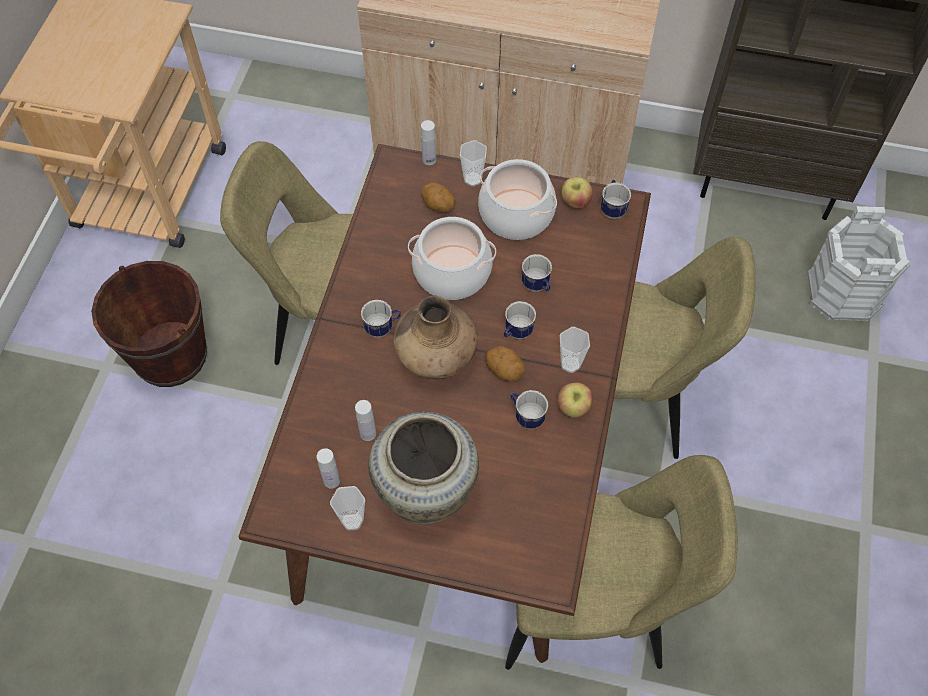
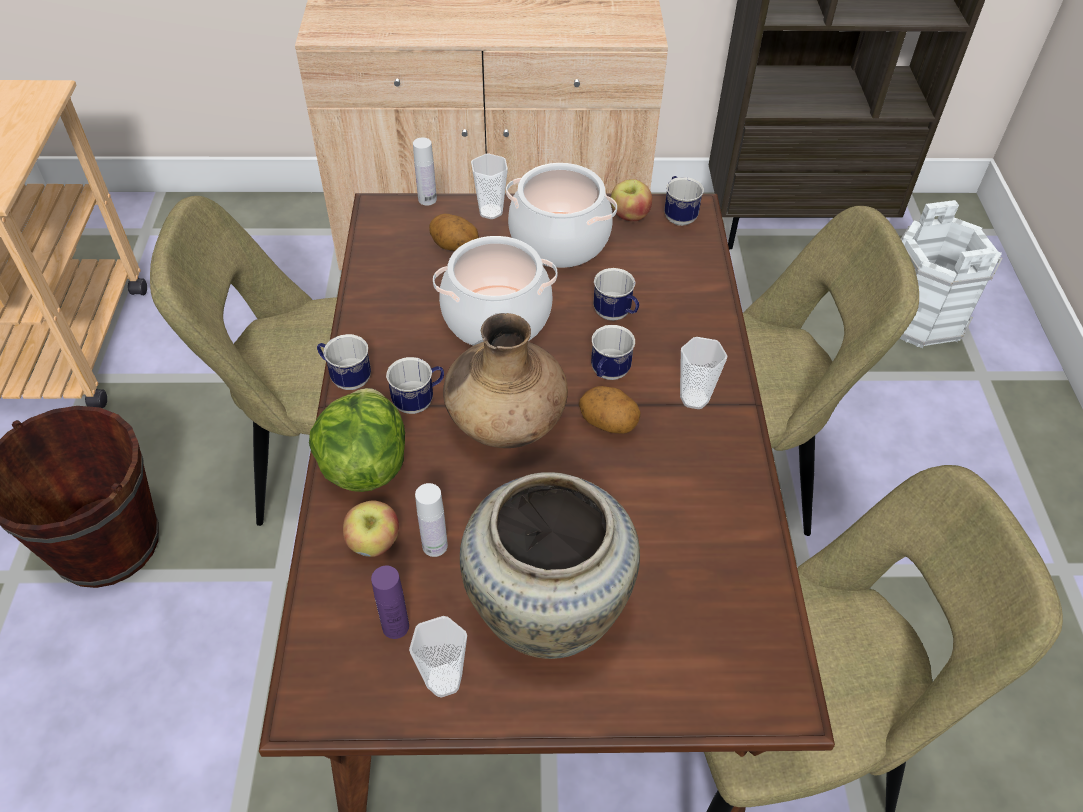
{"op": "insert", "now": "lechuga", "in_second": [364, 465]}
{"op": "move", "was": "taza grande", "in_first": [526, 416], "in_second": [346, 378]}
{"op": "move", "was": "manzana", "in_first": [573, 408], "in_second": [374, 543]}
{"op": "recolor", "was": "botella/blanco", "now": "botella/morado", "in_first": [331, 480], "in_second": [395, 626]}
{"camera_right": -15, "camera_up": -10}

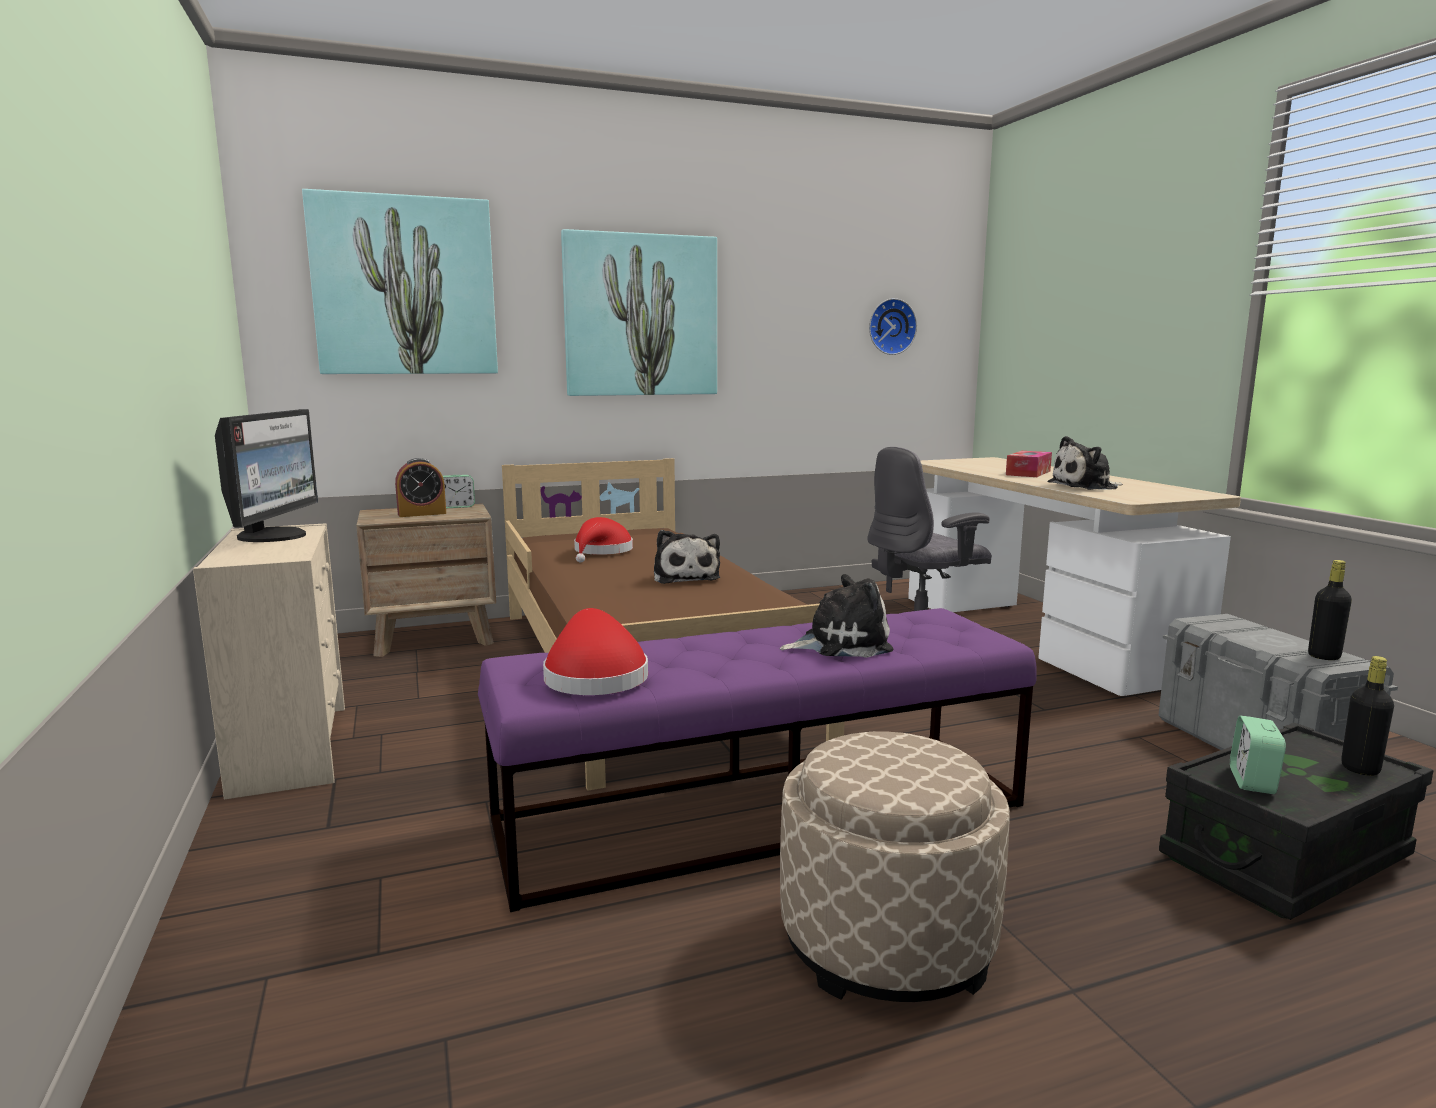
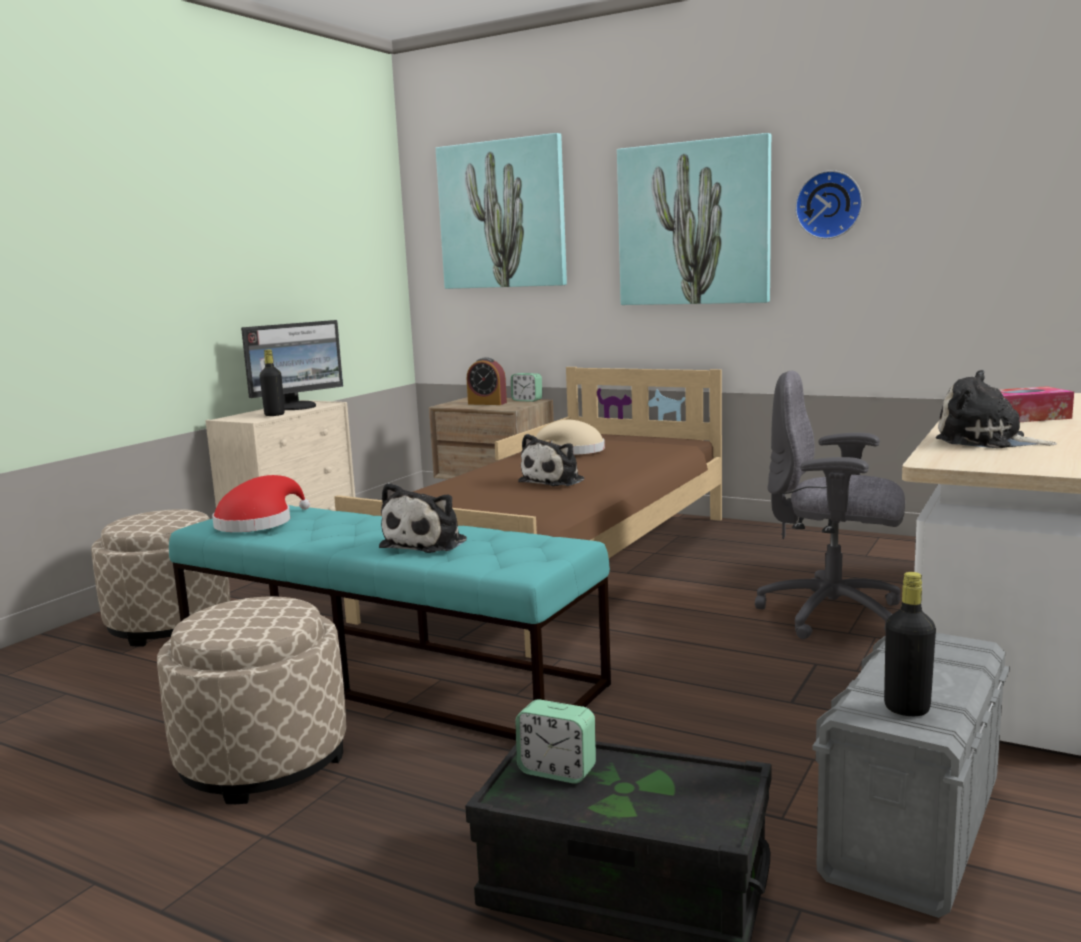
{"op": "insert", "now": "puf/beis", "in_second": [169, 623]}
{"op": "move", "was": "reloj de pared", "in_first": [890, 327], "in_second": [829, 205]}
{"op": "move", "was": "botella/negro", "in_first": [1360, 769], "in_second": [274, 415]}
{"op": "recolor", "was": "banco/morado", "now": "banco/turquesa", "in_first": [762, 812], "in_second": [388, 672]}
{"op": "recolor", "was": "sombrero/rojo", "now": "sombrero/beis", "in_first": [601, 552], "in_second": [573, 452]}
{"op": "rotate", "was": "peluche", "in_first": [841, 643], "in_second": [428, 543], "clockwise": 75}
{"op": "rotate", "was": "despertador", "in_first": [1252, 781], "in_second": [557, 771], "clockwise": -135}
{"camera_right": 50, "camera_up": 0}

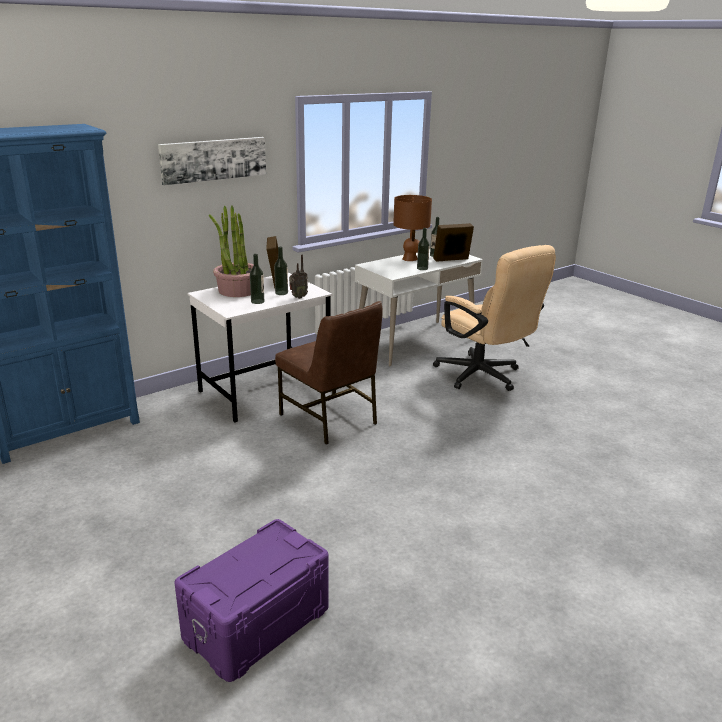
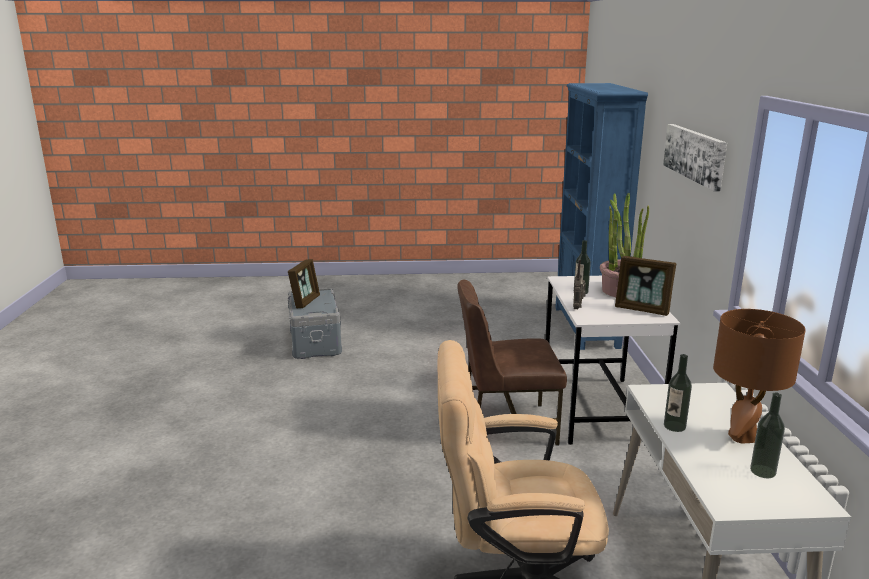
{"op": "delete", "was": "botella", "in_first": [281, 293]}
{"op": "move", "was": "portarretratos", "in_first": [451, 260], "in_second": [305, 301]}
{"op": "recolor", "was": "caja de almacenaje/morado", "now": "caja de almacenaje/gris", "in_first": [256, 623], "in_second": [316, 342]}
{"camera_right": 125, "camera_up": -5}

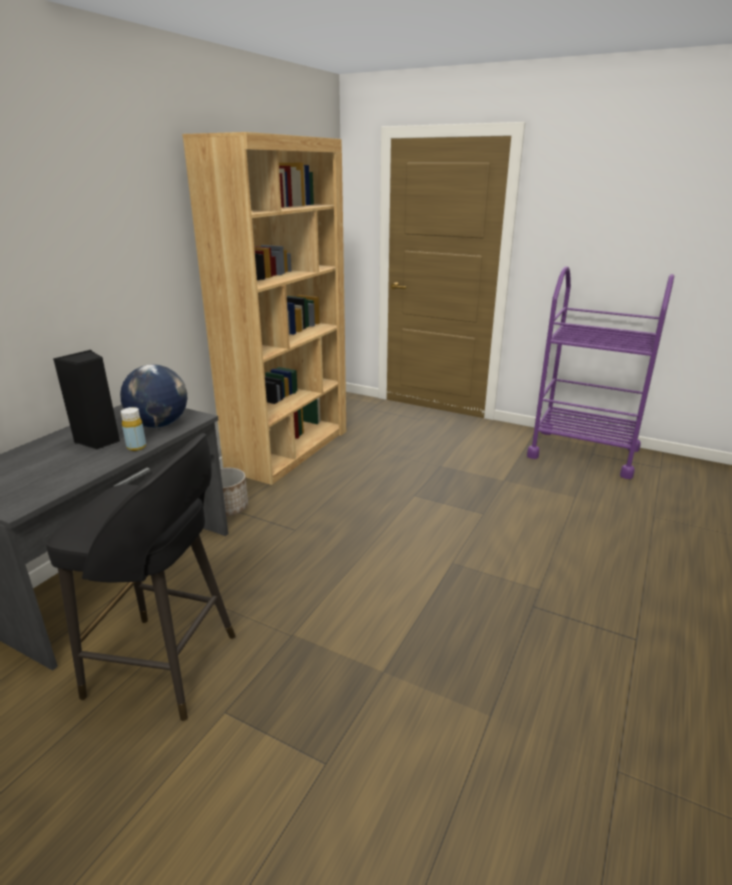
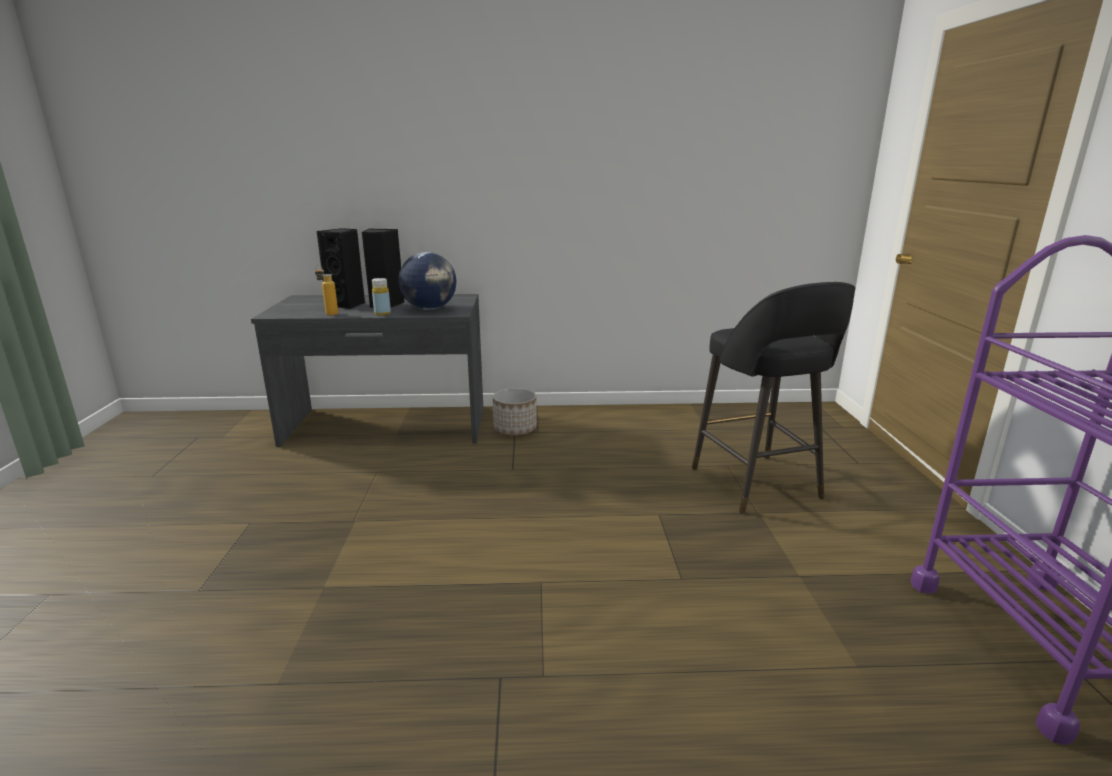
{"op": "delete", "was": "estantería/marrón", "in_first": [289, 449]}
{"op": "insert", "now": "botella", "in_second": [328, 313]}
{"op": "insert", "now": "altavoz/negro", "in_second": [347, 305]}
{"op": "move", "was": "taburete/negro", "in_first": [166, 666], "in_second": [757, 485]}
{"camera_right": 60, "camera_up": -5}

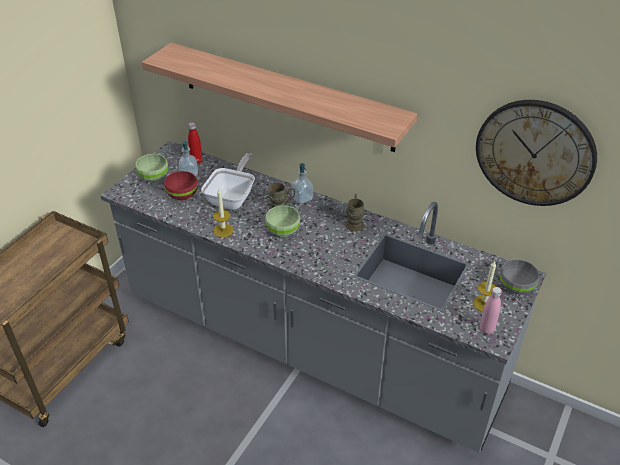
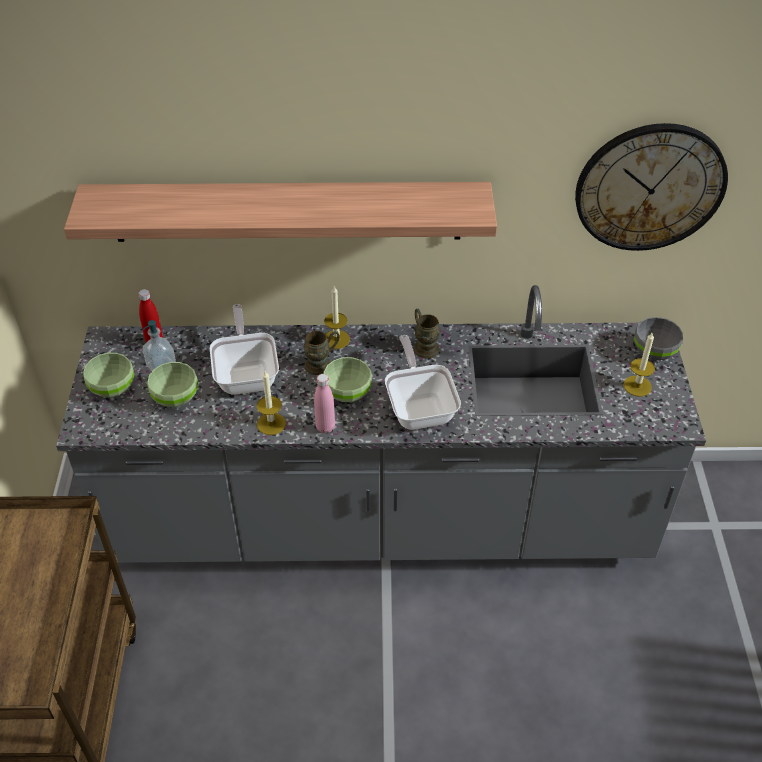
{"op": "insert", "now": "sartén", "in_second": [420, 407]}
{"op": "move", "was": "botella/rosa", "in_first": [486, 329], "in_second": [325, 427]}
{"op": "replace", "was": "dispensador de jabón", "now": "vela", "in_first": [302, 198], "in_second": [336, 339]}
{"op": "recolor", "was": "cuenco/rojo", "now": "cuenco/verde", "in_first": [183, 195], "in_second": [176, 398]}
{"camera_right": -30, "camera_up": 5}

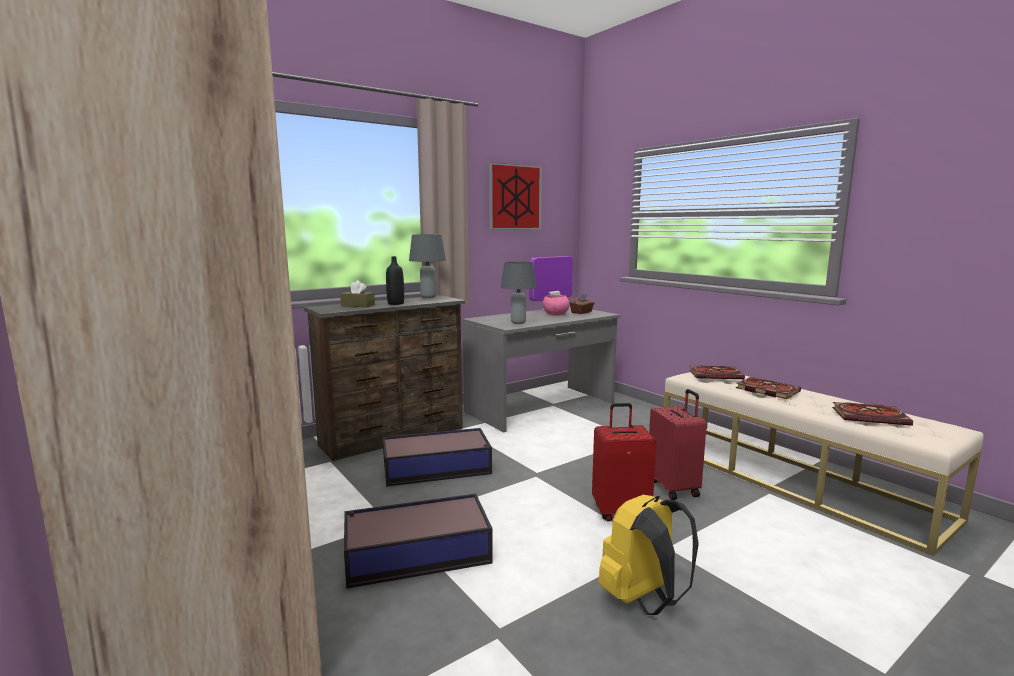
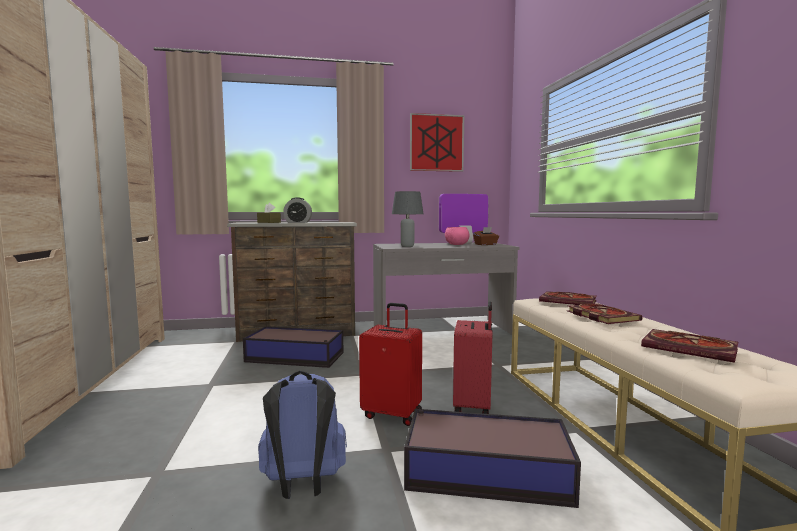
{"op": "delete", "was": "lámpara de mesa/gris", "in_first": [428, 297]}
{"op": "move", "was": "caja de almacenaje", "in_first": [415, 553], "in_second": [484, 472]}
{"op": "replace", "was": "botella/negro", "now": "despertador", "in_first": [395, 303], "in_second": [298, 222]}
{"op": "recolor", "was": "mochila/amarillo", "now": "mochila/azul", "in_first": [643, 600], "in_second": [303, 485]}
{"camera_right": 25, "camera_up": -5}

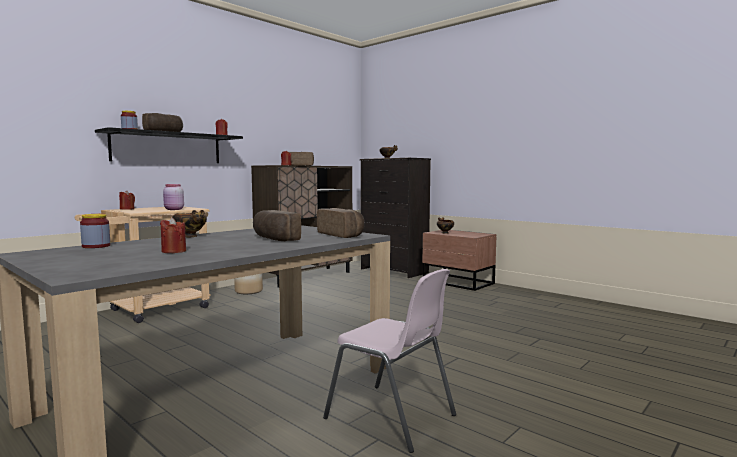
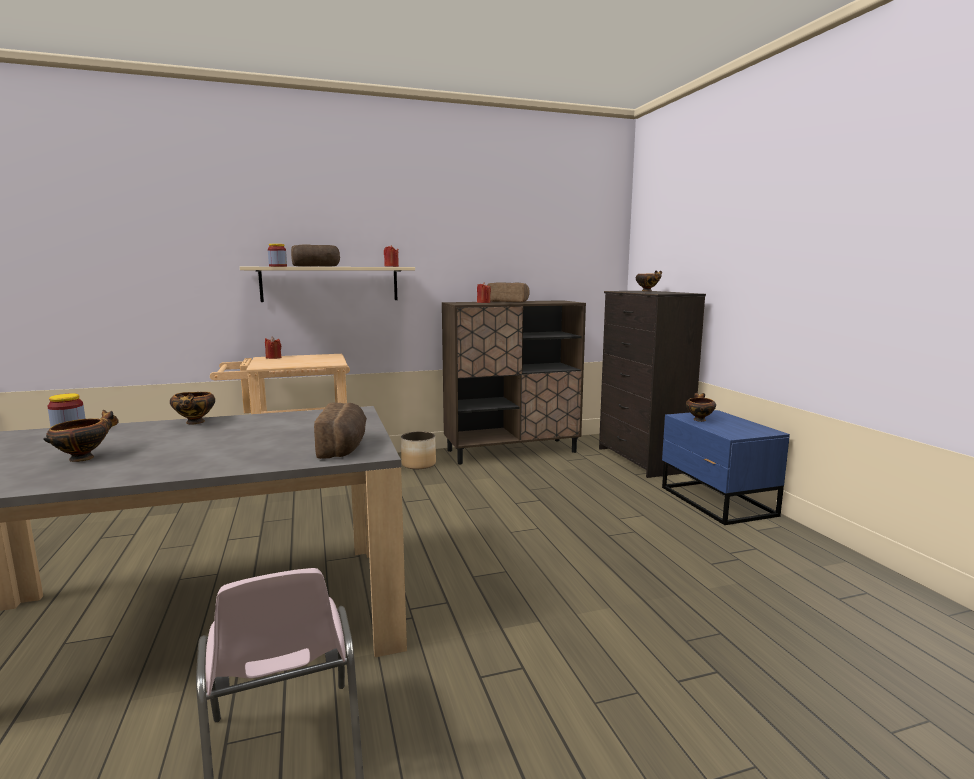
{"op": "delete", "was": "tarro/rosa", "in_first": [174, 209]}
{"op": "delete", "was": "pan", "in_first": [274, 239]}
{"op": "replace", "was": "vela/rojo", "now": "cuenco", "in_first": [174, 251], "in_second": [84, 457]}
{"op": "recolor", "was": "estante/negro", "now": "estante/beis", "in_first": [167, 148], "in_second": [330, 284]}
{"op": "recolor", "was": "mesita de noche/marrón", "now": "mesita de noche/azul", "in_first": [458, 283], "in_second": [716, 502]}
{"camera_right": 30, "camera_up": 5}

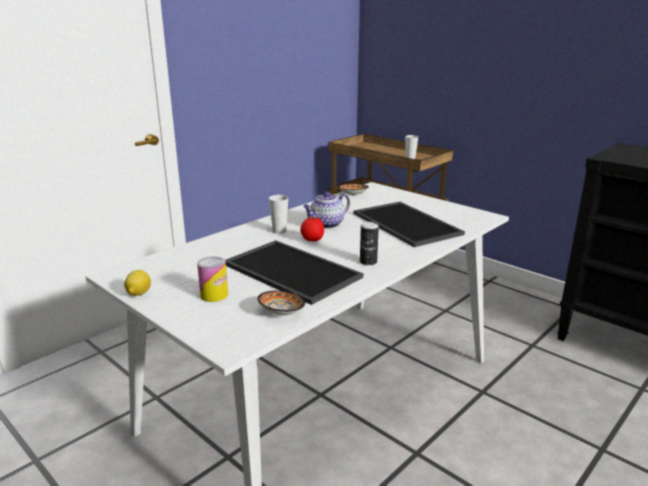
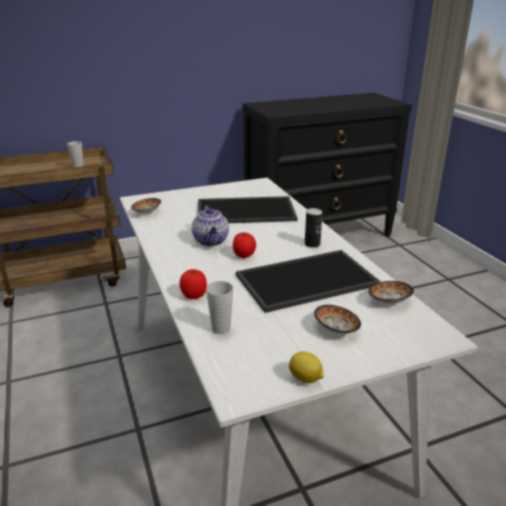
{"op": "insert", "now": "tomate", "in_second": [194, 295]}
{"op": "move", "was": "taza", "in_first": [279, 231], "in_second": [221, 328]}
{"op": "replace", "was": "lata", "now": "cuenco", "in_first": [214, 295], "in_second": [336, 329]}
{"camera_right": -65, "camera_up": 5}

